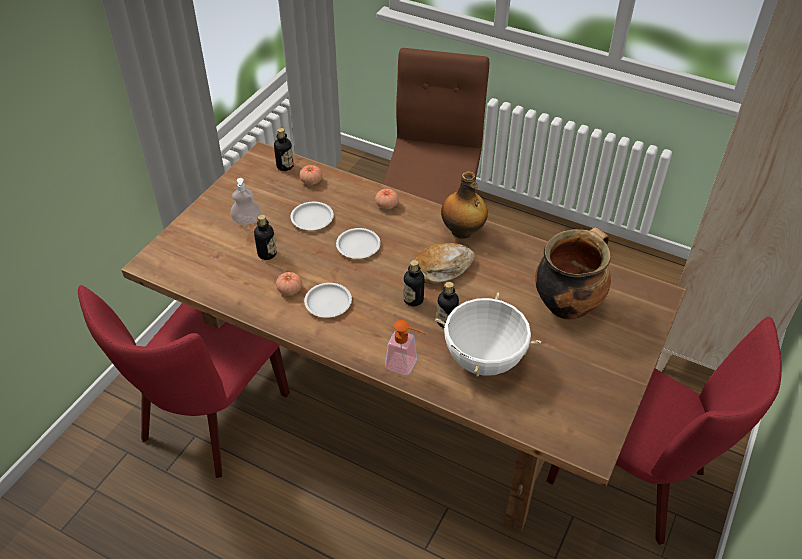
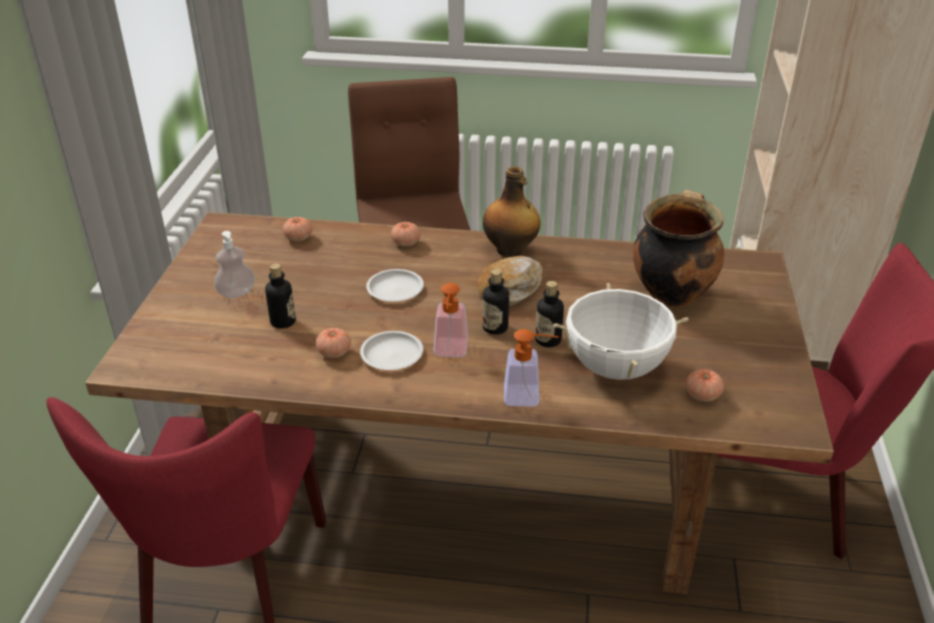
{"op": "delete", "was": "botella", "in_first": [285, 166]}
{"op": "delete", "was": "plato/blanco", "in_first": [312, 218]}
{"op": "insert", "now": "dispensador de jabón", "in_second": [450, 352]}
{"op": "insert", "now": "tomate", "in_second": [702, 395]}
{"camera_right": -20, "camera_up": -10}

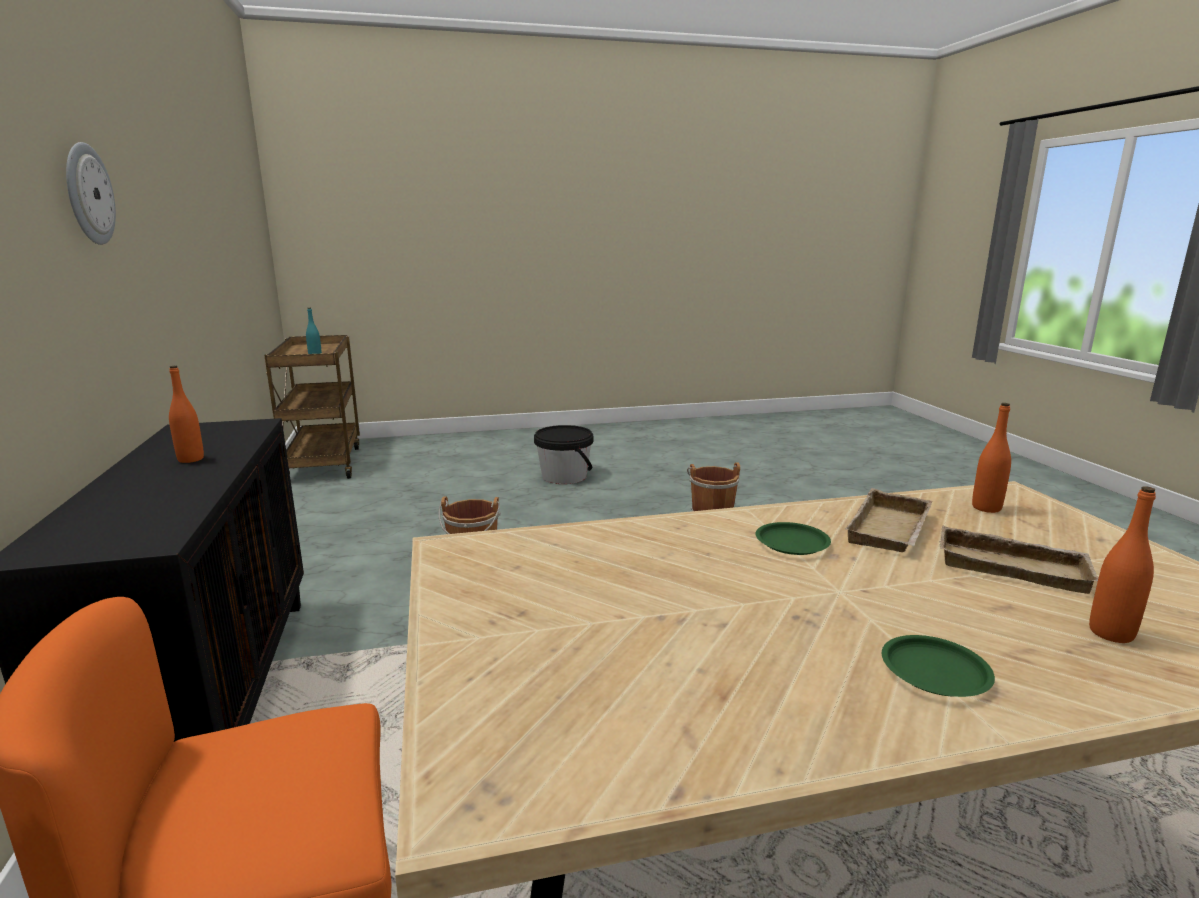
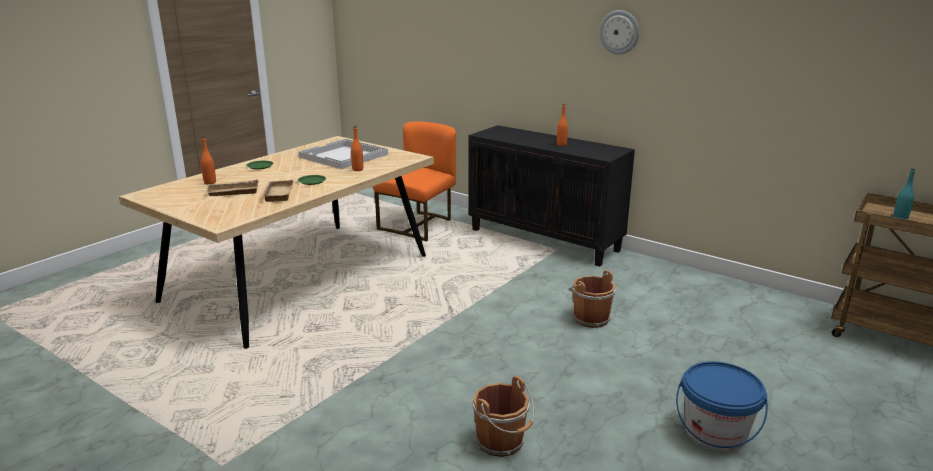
{"op": "insert", "now": "bandeja/blanco", "in_second": [343, 156]}
{"op": "move", "was": "botella/naranja", "in_first": [986, 508], "in_second": [357, 169]}
{"op": "recolor", "was": "cubo/negro", "now": "cubo/azul", "in_first": [564, 476], "in_second": [715, 432]}
{"camera_right": 140, "camera_up": 5}

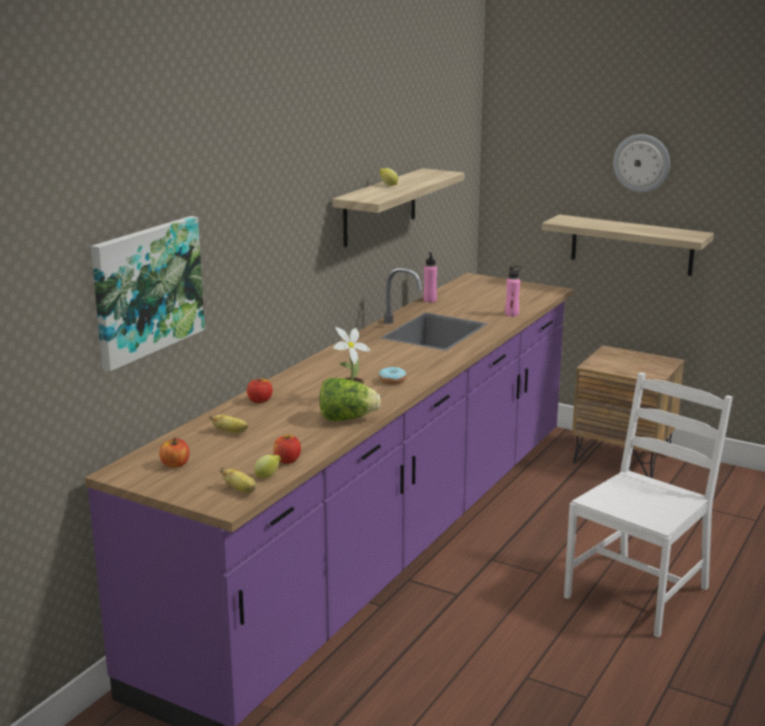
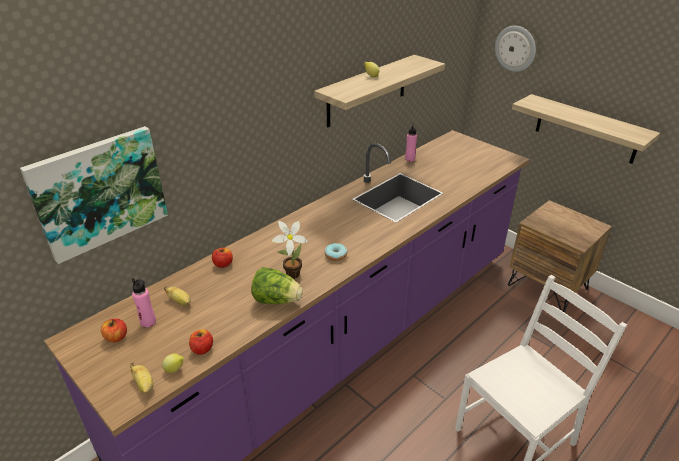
{"op": "move", "was": "botella/rosa", "in_first": [512, 314], "in_second": [148, 322]}
{"op": "move", "was": "reloj de pared", "in_first": [642, 163], "in_second": [515, 48]}
{"camera_right": 15, "camera_up": 15}

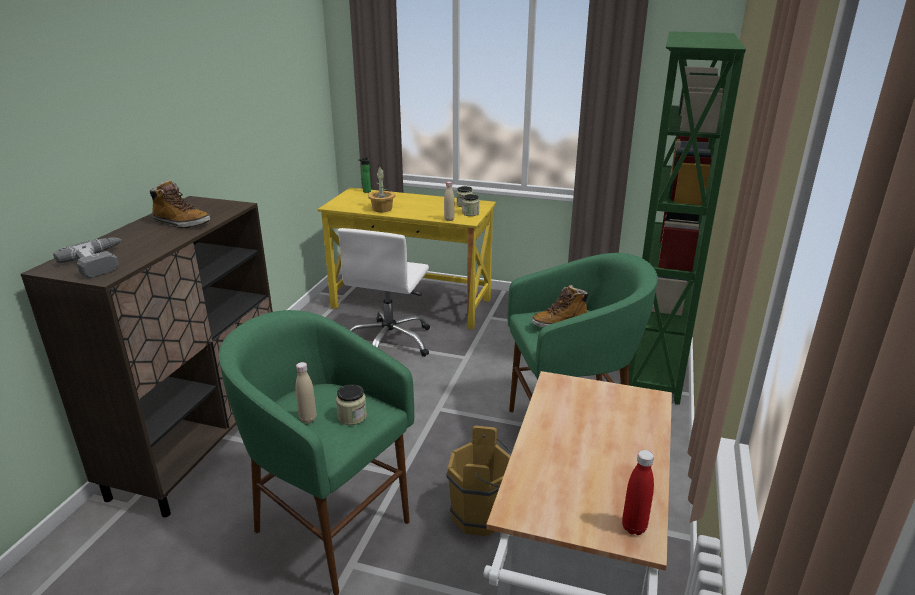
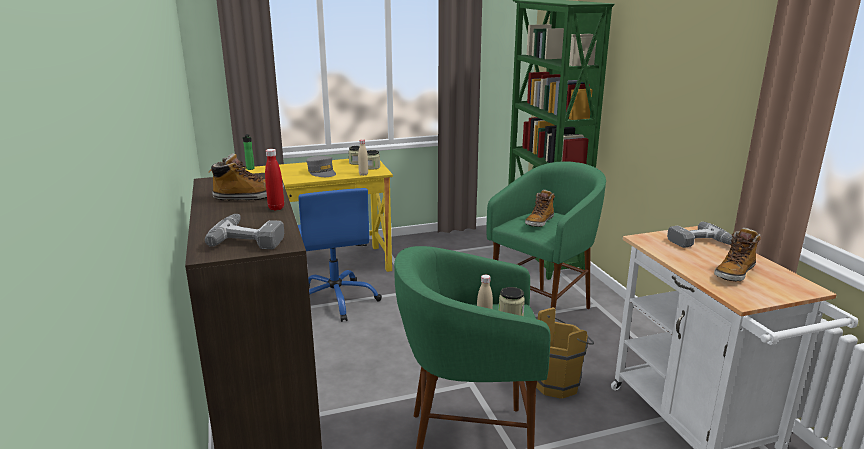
{"op": "delete", "was": "planta en maceta", "in_first": [382, 209]}
{"op": "insert", "now": "gorra/gris", "in_second": [322, 172]}
{"op": "insert", "now": "taladro", "in_second": [702, 244]}
{"op": "insert", "now": "bota", "in_second": [734, 273]}
{"op": "move", "was": "botella/rojo", "in_first": [634, 527], "in_second": [276, 208]}
{"op": "recolor", "was": "silla de oficina/blanco", "now": "silla de oficina/azul", "in_first": [390, 342], "in_second": [336, 300]}
{"camera_right": -35, "camera_up": -5}

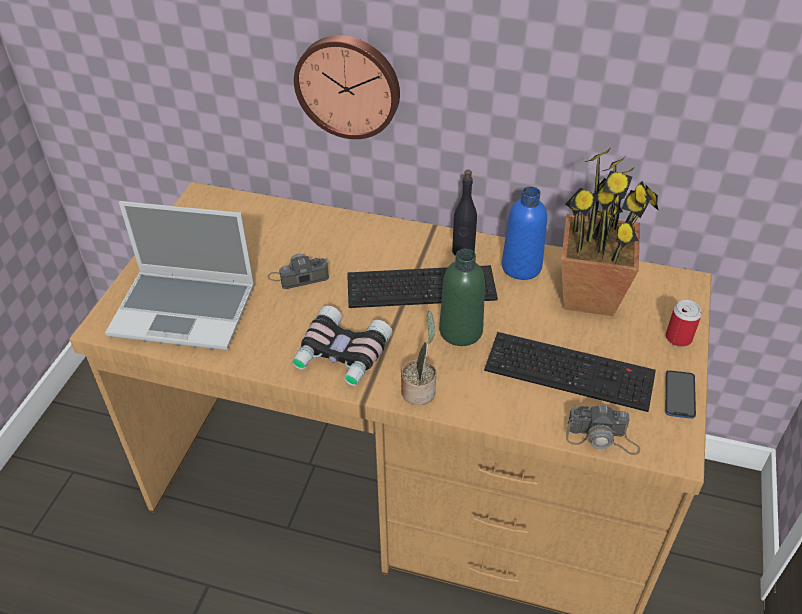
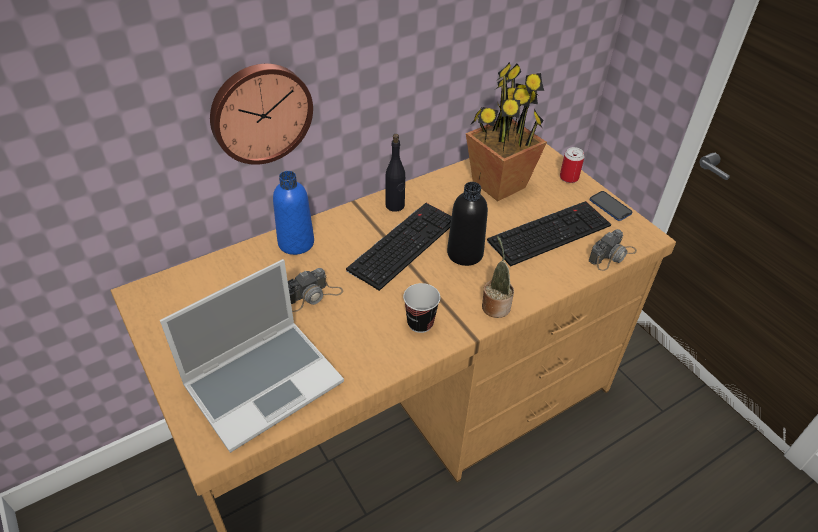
{"op": "move", "was": "botella/azul", "in_first": [521, 267], "in_second": [296, 243]}
{"op": "replace", "was": "prismáticos", "now": "taza", "in_first": [341, 355], "in_second": [420, 323]}
{"op": "recolor", "was": "botella/verde", "now": "botella/negro", "in_first": [460, 331], "in_second": [465, 253]}
{"op": "rotate", "was": "cámara", "in_first": [298, 276], "in_second": [313, 296], "clockwise": -150}
{"camera_right": -50, "camera_up": 0}

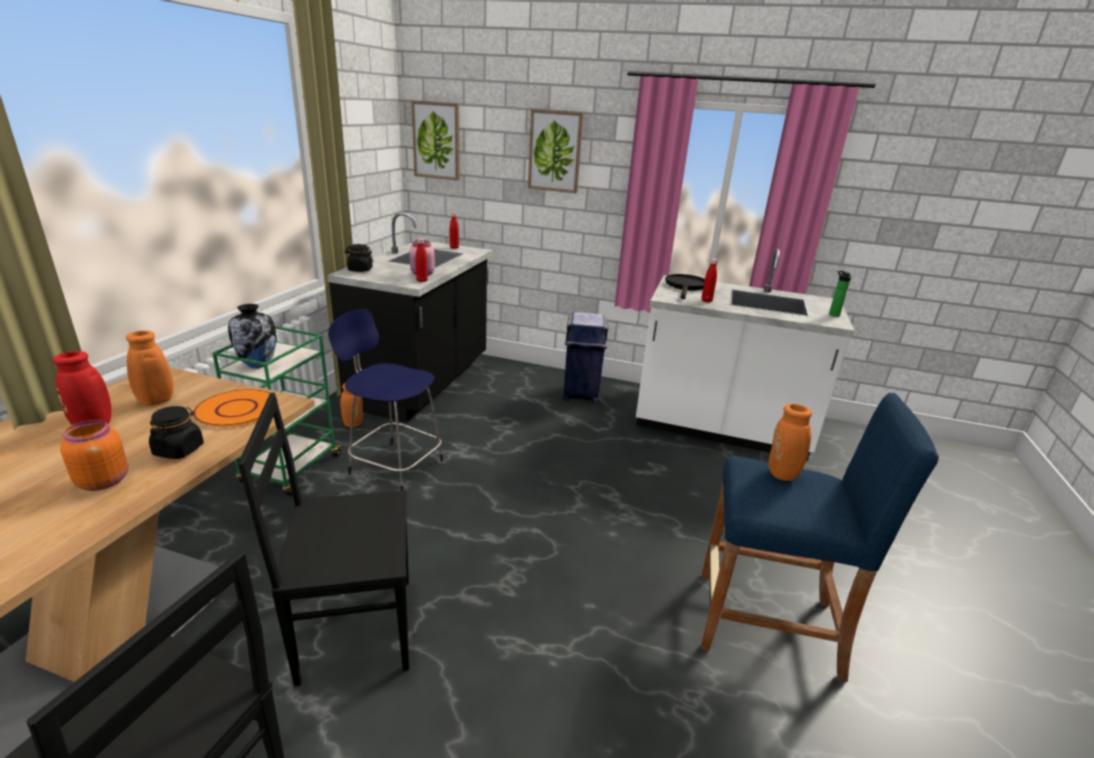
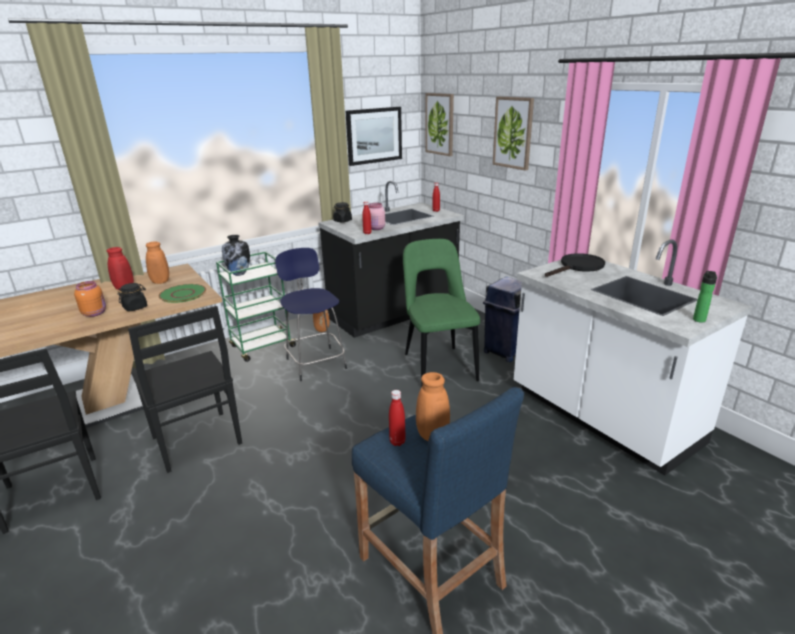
{"op": "insert", "now": "cuadro", "in_second": [374, 135]}
{"op": "insert", "now": "silla/verde", "in_second": [438, 365]}
{"op": "move", "was": "botella/rojo", "in_first": [706, 301], "in_second": [397, 442]}
{"op": "recolor", "was": "plato/naranja", "now": "plato/verde", "in_first": [236, 409], "in_second": [182, 294]}
{"op": "rotate", "was": "silla/negro", "in_first": [352, 628], "in_second": [197, 442], "clockwise": -150}
{"camera_right": 40, "camera_up": 0}

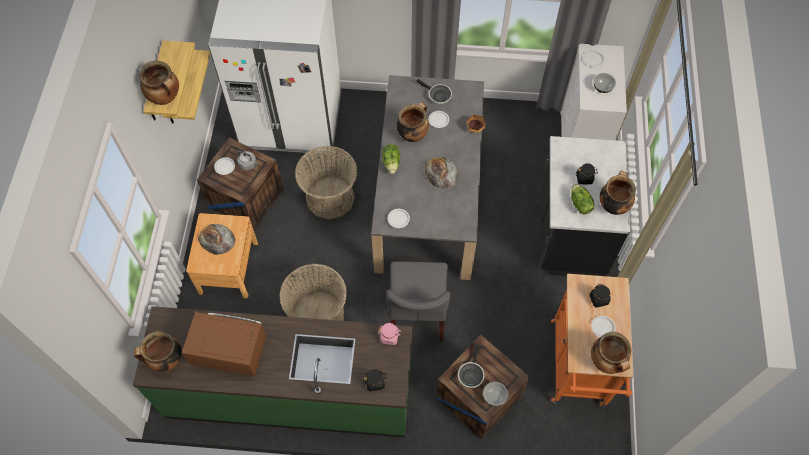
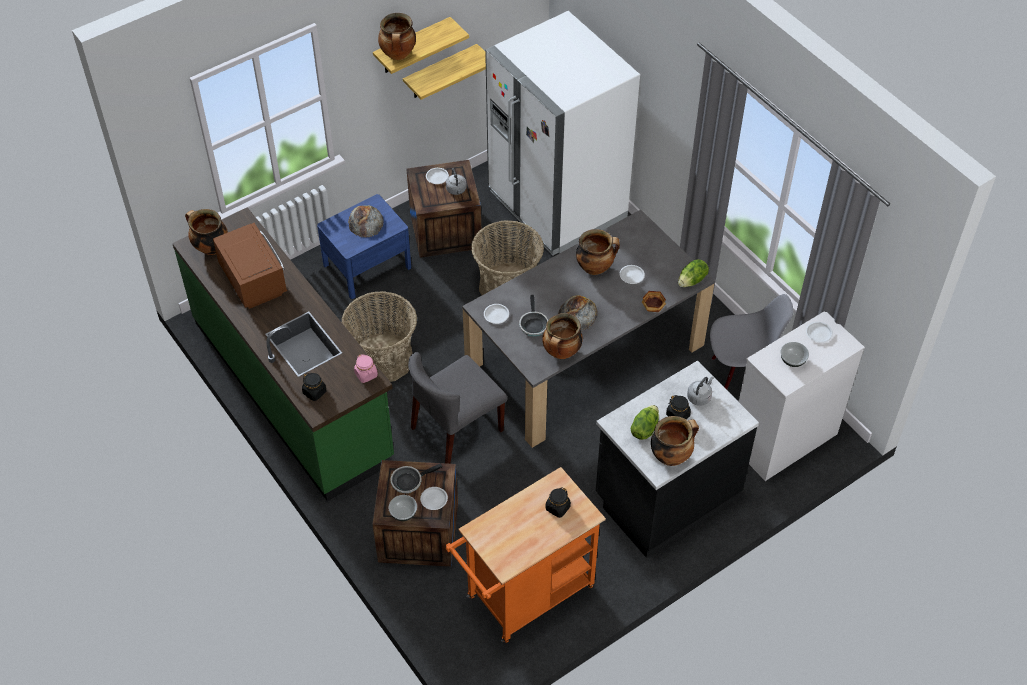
{"op": "insert", "now": "hervidor/gris", "in_second": [699, 397]}
{"op": "insert", "now": "silla/gris", "in_second": [739, 377]}
{"op": "move", "was": "lechuga", "in_first": [391, 163], "in_second": [692, 281]}
{"op": "move", "was": "sartén", "in_first": [438, 95], "in_second": [533, 324]}
{"op": "move", "was": "plato/blanco", "in_first": [603, 327], "in_second": [434, 499]}
{"op": "move", "was": "olla", "in_first": [606, 362], "in_second": [561, 353]}
{"op": "recolor", "was": "mesita de noche/marrón", "now": "mesita de noche/azul", "in_first": [228, 267], "in_second": [367, 266]}
{"camera_right": 50, "camera_up": -10}

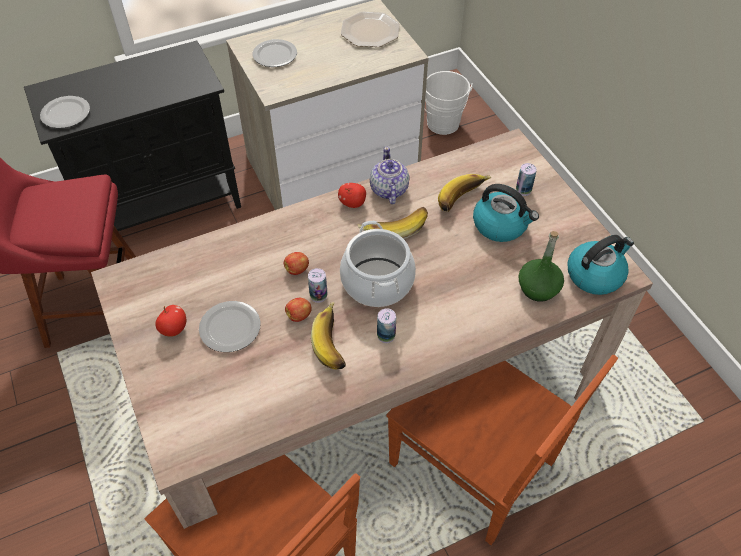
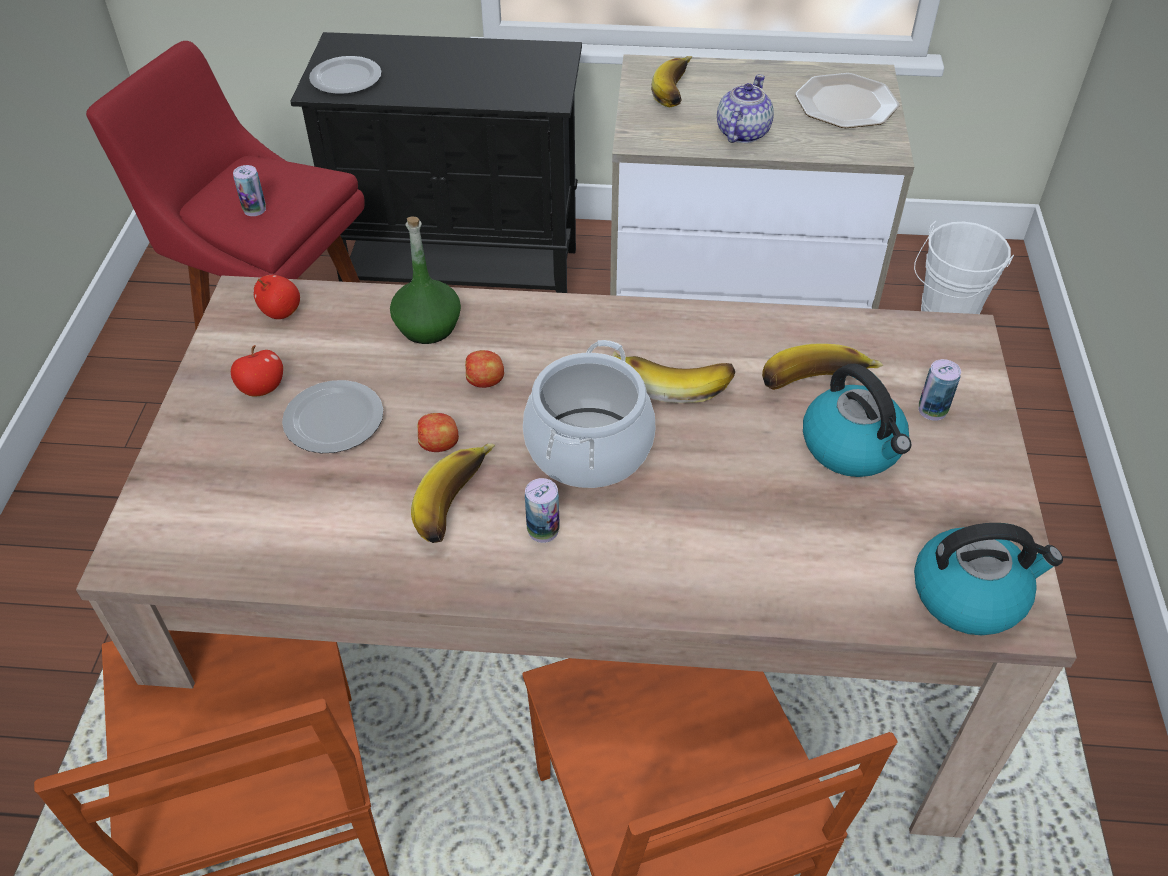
{"op": "move", "was": "lata", "in_first": [318, 296], "in_second": [254, 209]}
{"op": "move", "was": "manzana", "in_first": [352, 203], "in_second": [281, 312]}
{"op": "move", "was": "tetera", "in_first": [388, 190], "in_second": [742, 133]}
{"op": "move", "was": "botella/verde", "in_first": [538, 288], "in_second": [428, 326]}
{"op": "replace", "was": "plato", "now": "plátano", "in_first": [275, 55], "in_second": [678, 93]}
{"camera_right": 30, "camera_up": -5}

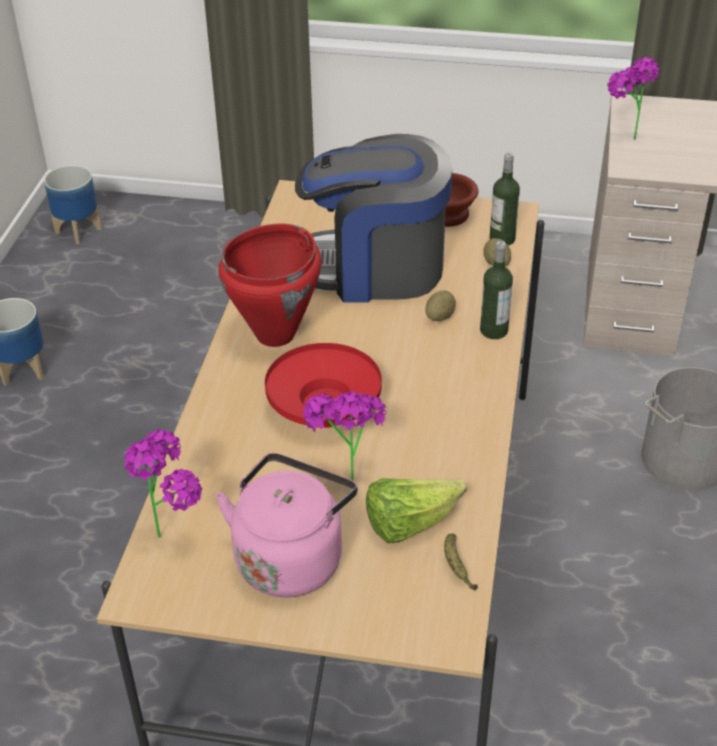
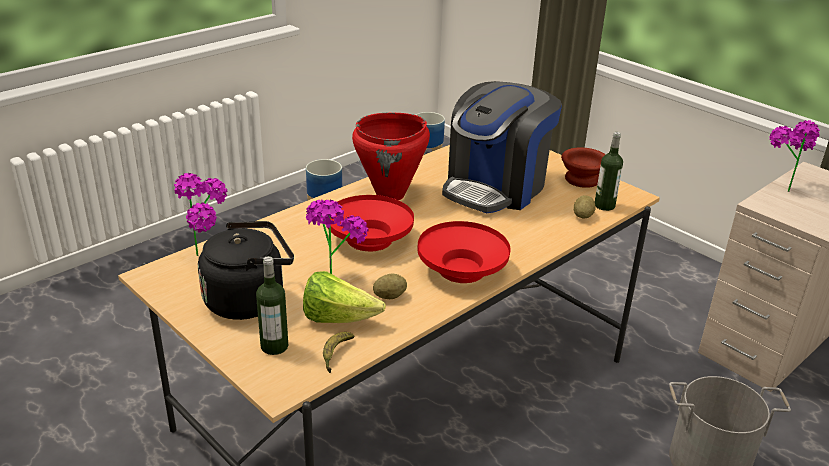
{"op": "insert", "now": "cuenco/rojo", "in_second": [462, 270]}
{"op": "move", "was": "patata", "in_first": [439, 316], "in_second": [389, 296]}
{"op": "move", "was": "botella", "in_first": [493, 330], "in_second": [274, 346]}
{"op": "recolor", "was": "hervidor/rosa", "now": "hervidor/negro", "in_first": [291, 557], "in_second": [249, 299]}
{"op": "rotate", "was": "cafetera", "in_first": [374, 268], "in_second": [496, 187], "clockwise": -90}
{"camera_right": 35, "camera_up": -10}

